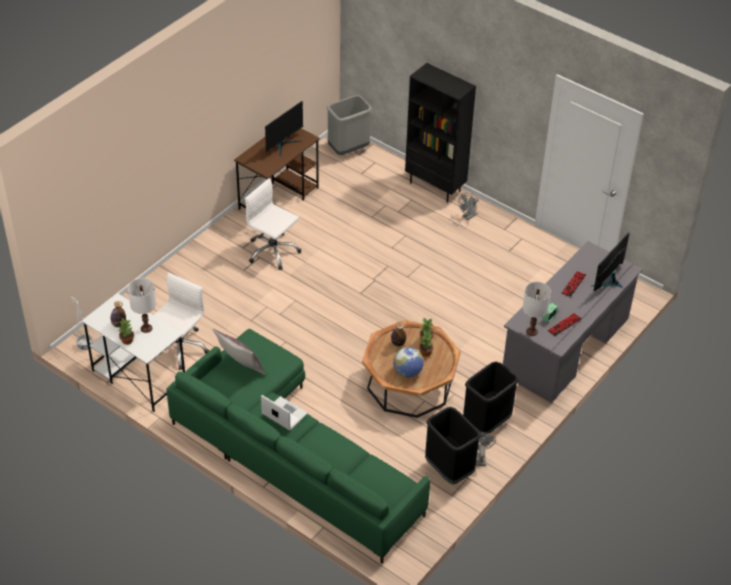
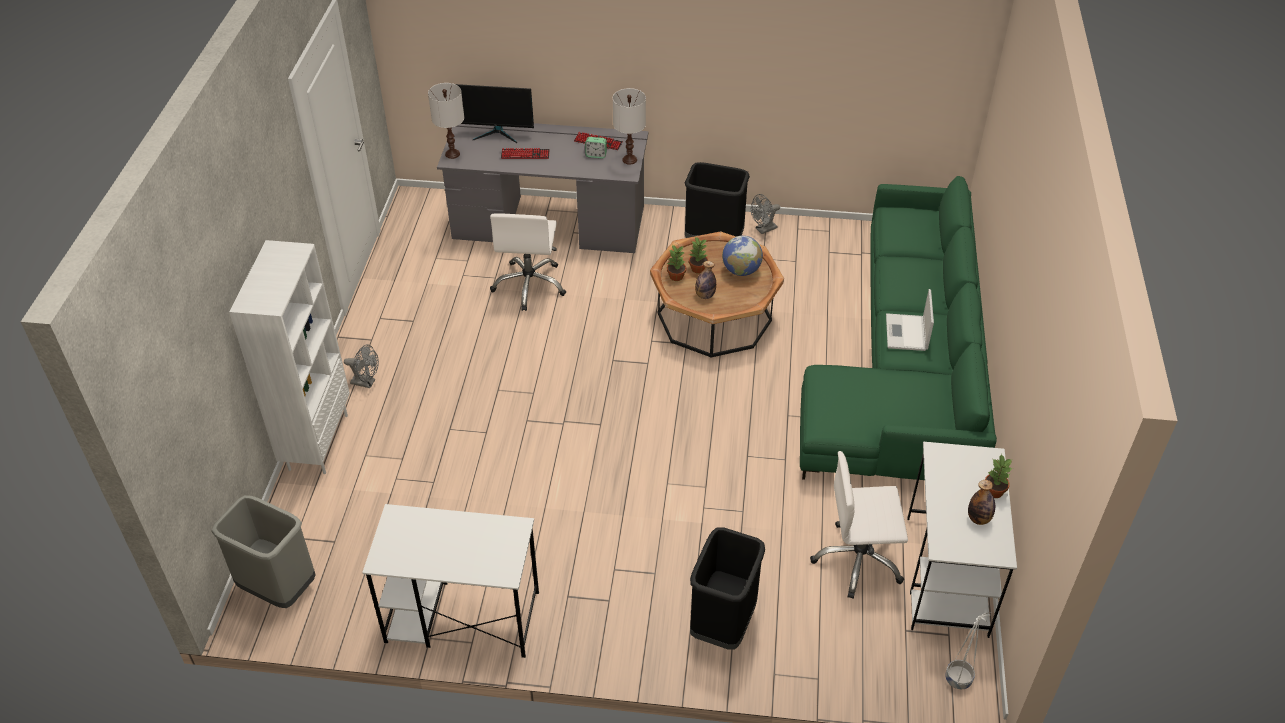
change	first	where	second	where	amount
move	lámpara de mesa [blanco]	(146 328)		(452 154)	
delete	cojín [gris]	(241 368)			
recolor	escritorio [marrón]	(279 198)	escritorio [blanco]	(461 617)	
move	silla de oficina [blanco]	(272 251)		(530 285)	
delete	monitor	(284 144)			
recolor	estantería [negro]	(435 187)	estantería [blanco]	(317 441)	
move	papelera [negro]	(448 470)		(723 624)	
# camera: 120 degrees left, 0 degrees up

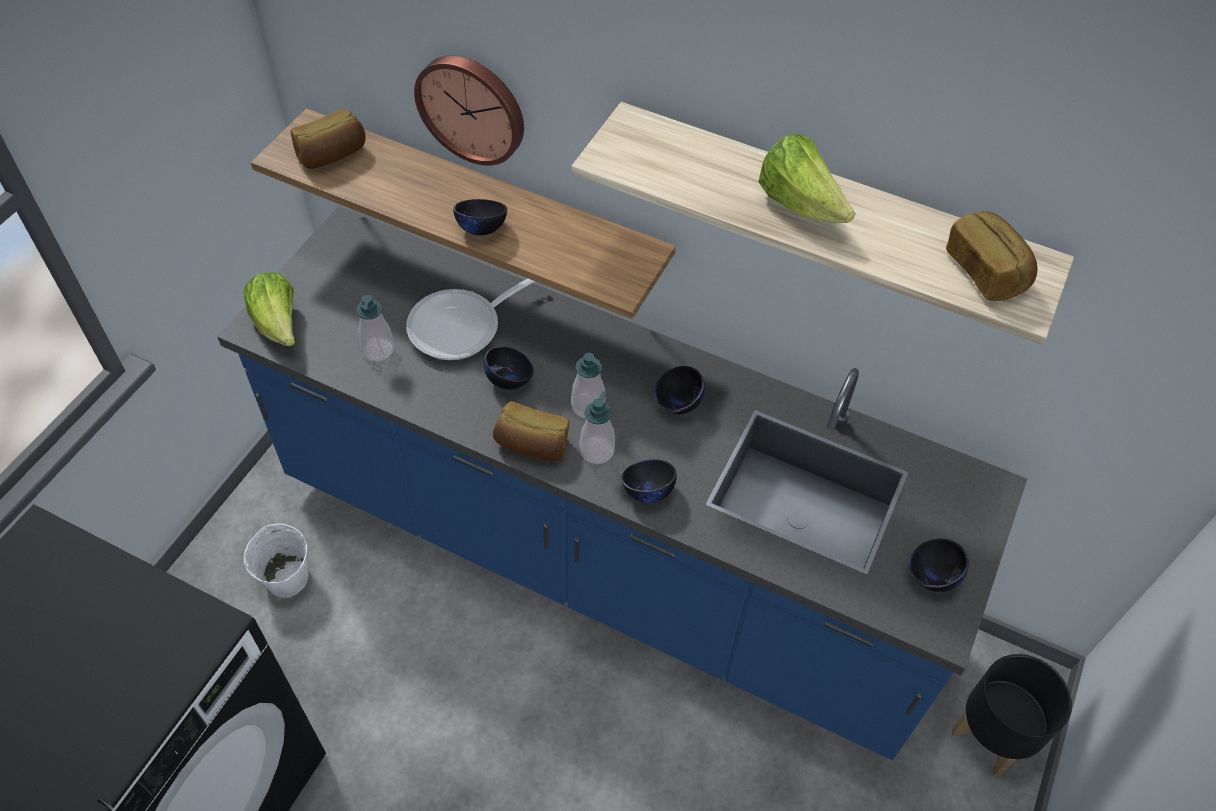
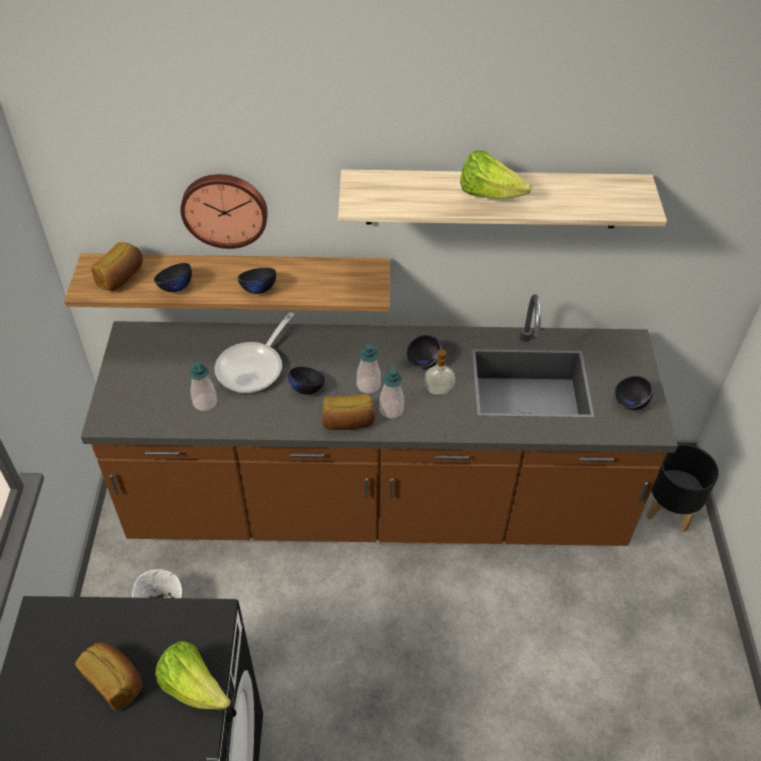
change	first	where	second	where	amount
recolor	mueble bajo de cocina [azul]	(601 558)	mueble bajo de cocina [marrón]	(377 506)	
move	lechuga	(278 325)		(194 687)	
move	cuenco [negro]	(648 490)		(175 287)	
move	pan	(986 271)		(114 680)	
insert			dispensador de jabón	(438 390)	
# camera: 25 degrees left, 5 degrees down

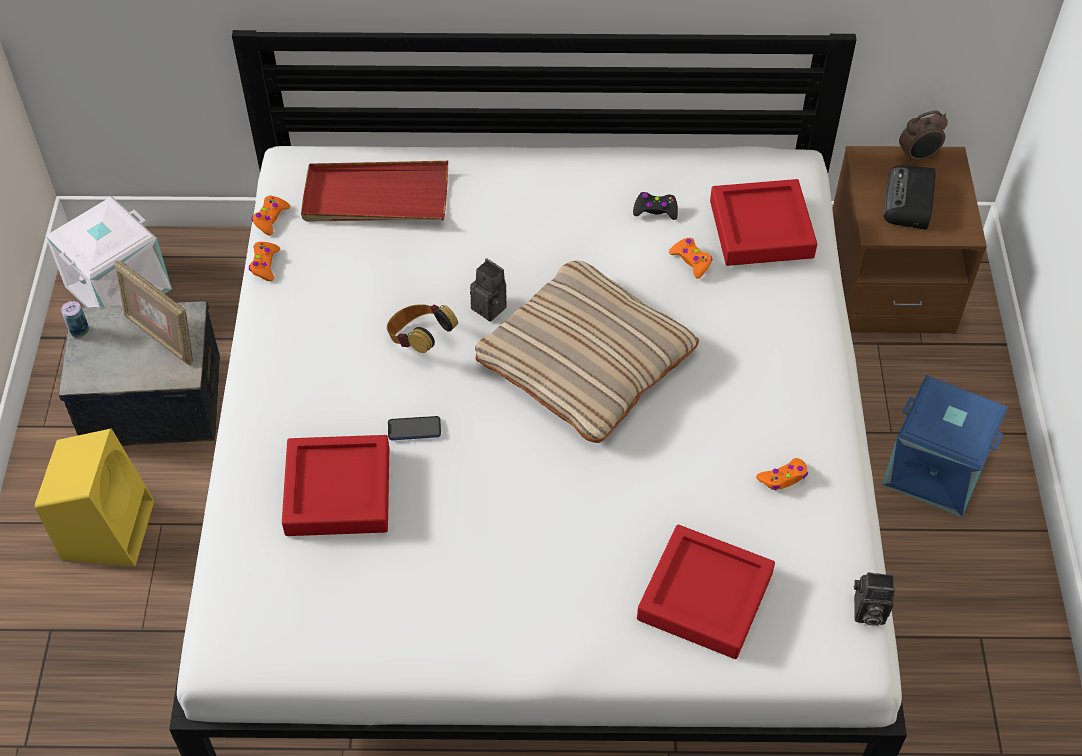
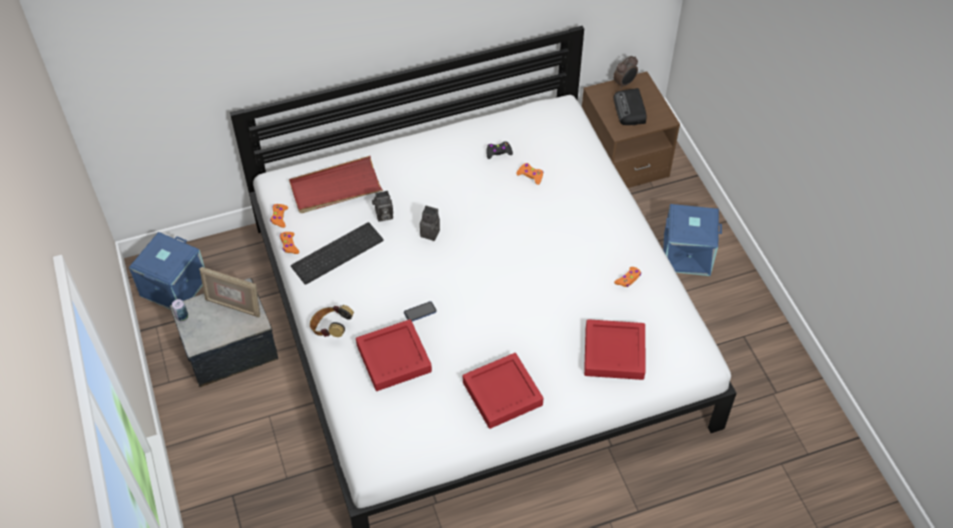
change	first	where	second	where	amount
delete	altavoz [amarillo]	(108 527)			
recolor	caja de almacenaje [blanco]	(118 286)	caja de almacenaje [azul]	(173 286)	
move	auriculares	(420 340)		(331 329)	
delete	cojín [beis]	(585 359)			
move	bandeja [rojo]	(761 229)		(502 394)	
move	cámara	(867 612)		(383 216)	
insert			teclado	(337 251)	
# camera: 20 degrees left, 0 degrees up

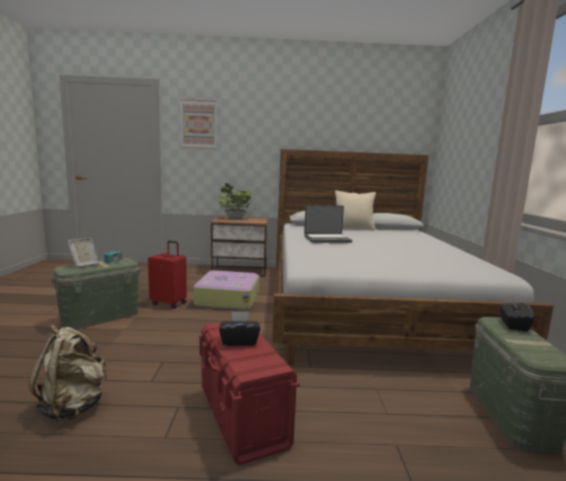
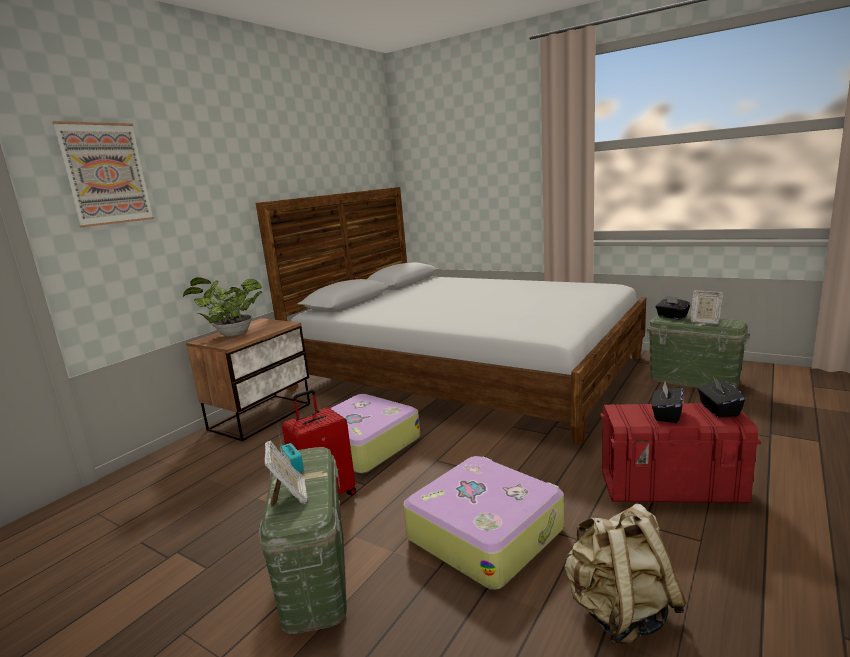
change	first	where	second	where	amount
delete	portátil	(327 239)			
delete	cojín [beis]	(353 228)			
insert			maleta	(485 532)	
insert			portarretratos	(704 322)	
insert			caja de pañuelos [negro]	(718 410)	
# camera: 55 degrees left, 5 degrees up

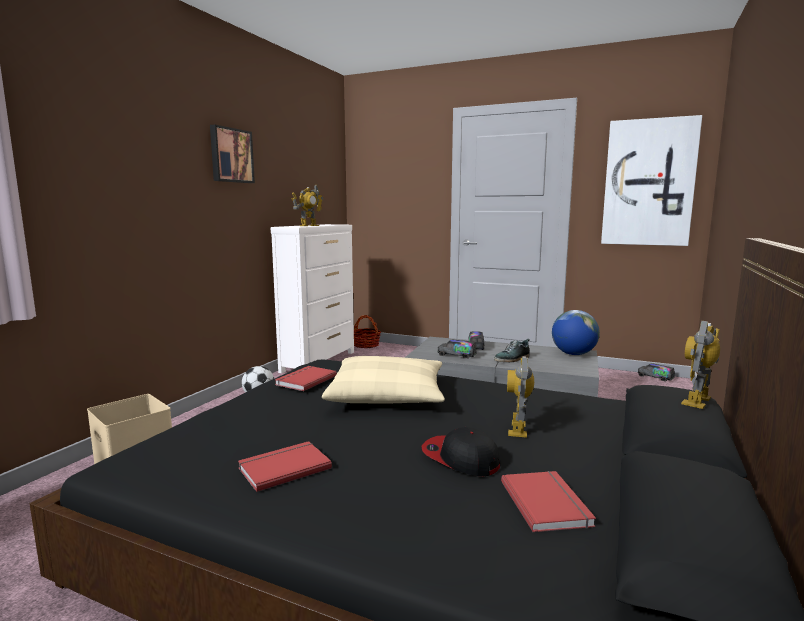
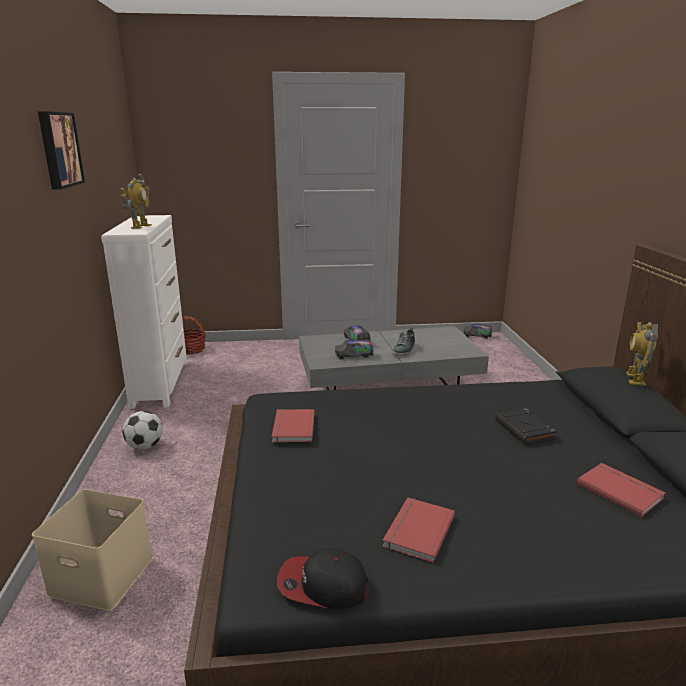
change	first	where	second	where	amount
delete	cojín [beis]	(387 395)			
move	gorra	(460 458)		(322 585)	
replace	robot de juguete	(518 429)	libro [negro]	(525 430)	
delete	globo terráqueo	(573 354)			
delete	cuadro	(648 183)			
# camera: 30 degrees left, 10 degrees up

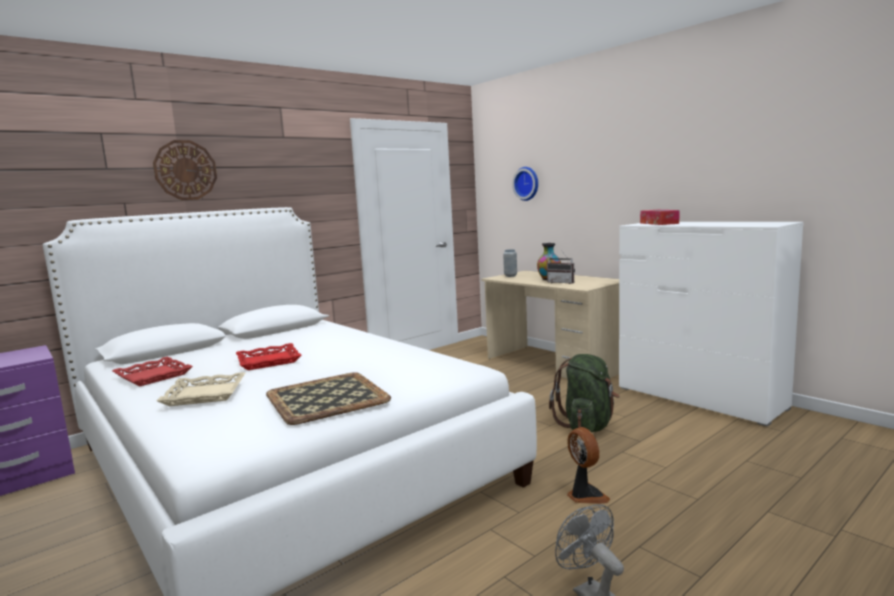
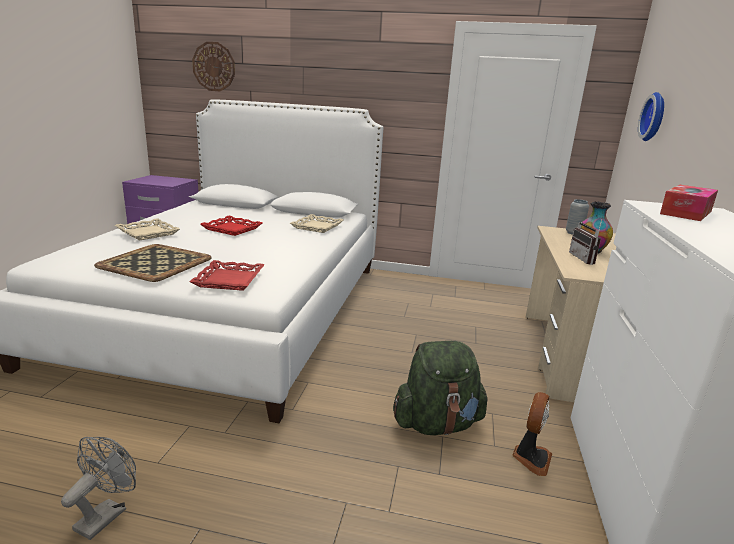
change	first	where	second	where	amount
move	bandeja [rojo]	(154 376)		(230 280)	
move	reloj de pared	(185 170)		(214 66)	
move	ventilador	(585 495)		(531 458)	
insert			bandeja [beis]	(317 227)	
# camera: 50 degrees right, 10 degrees up

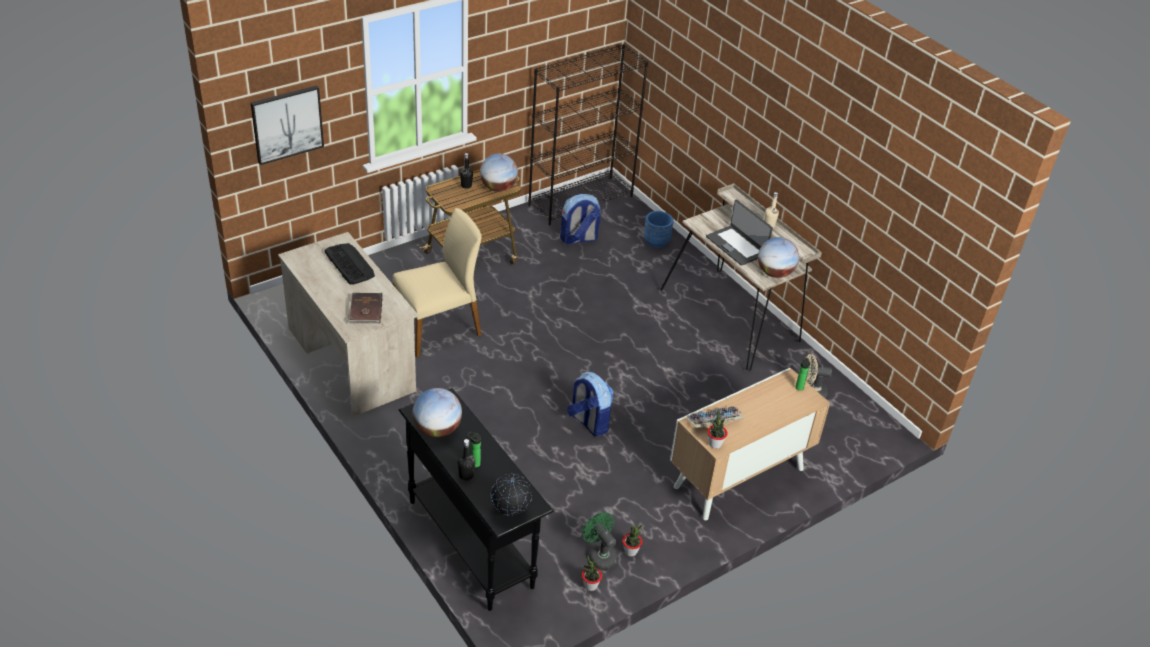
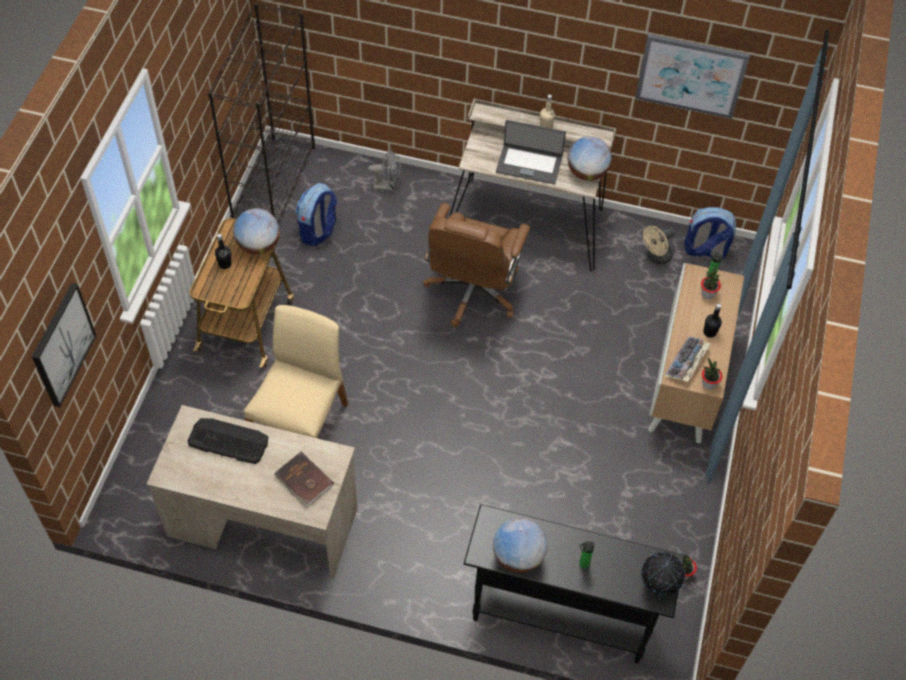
change	first	where	second	where	amount
move	botella [negro]	(466 475)		(709 332)	
move	mochila	(588 422)		(705 250)	
delete	ventilador [verde]	(599 556)			
move	planta en maceta	(631 551)		(707 294)	
replace	maceta [azul]	(656 242)	ventilador [gris]	(387 186)	
insert			silla de oficina [marrón]	(472 292)	
insert			cuadro	(691 76)	
# camera: 40 degrees left, 15 degrees up

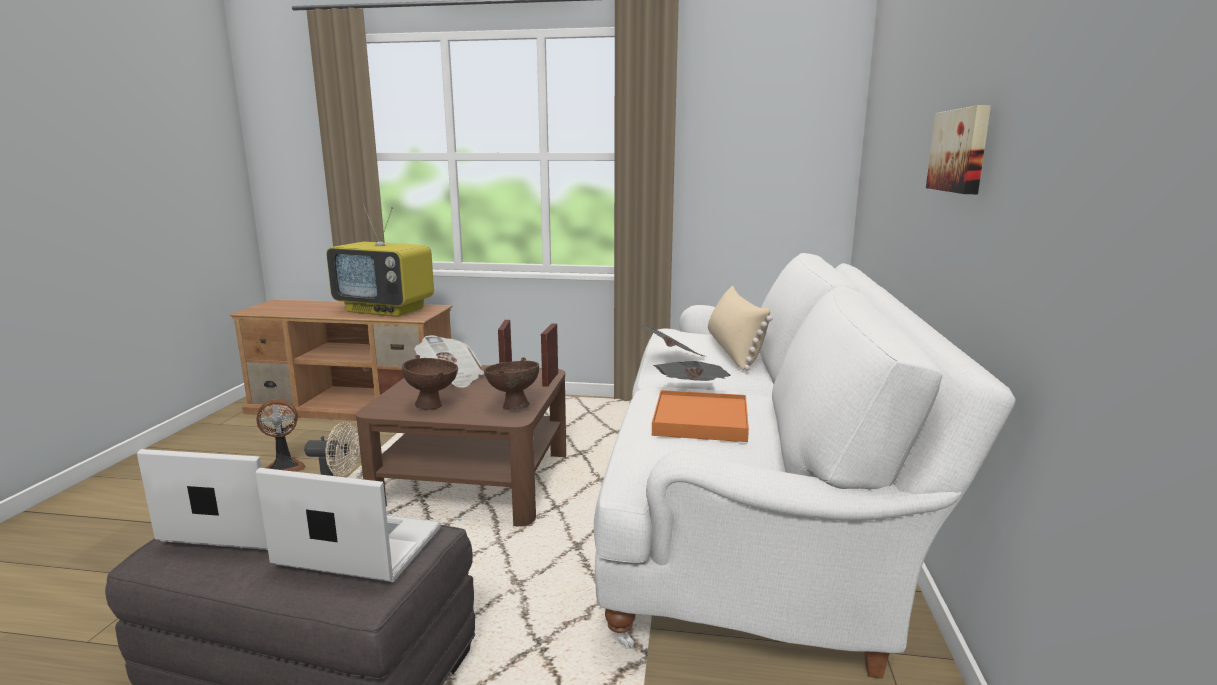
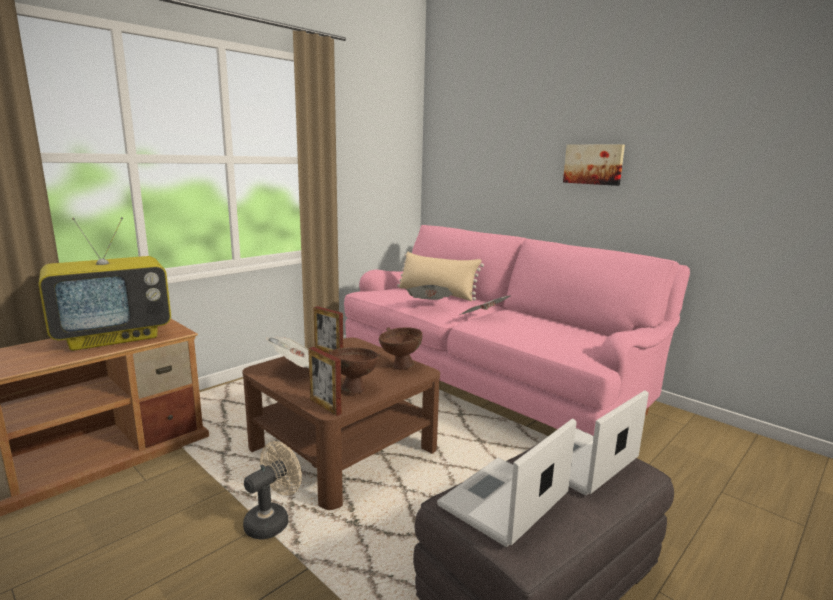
change	first	where	second	where	amount
delete	ventilador	(284 466)			
move	portarretratos	(550 379)		(325 406)	
recolor	sofá [blanco]	(751 507)	sofá [rosa]	(492 382)	
delete	bandeja [naranja]	(700 420)			
# camera: 55 degrees left, 0 degrees up

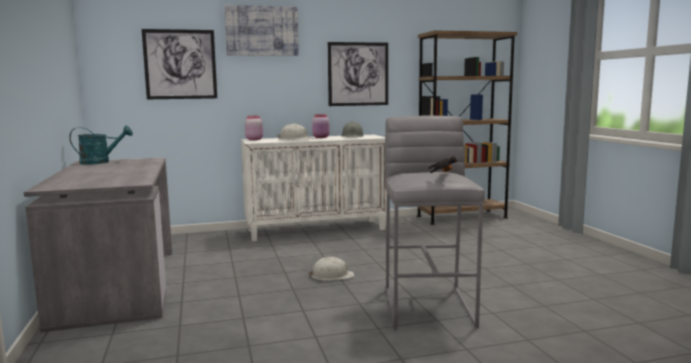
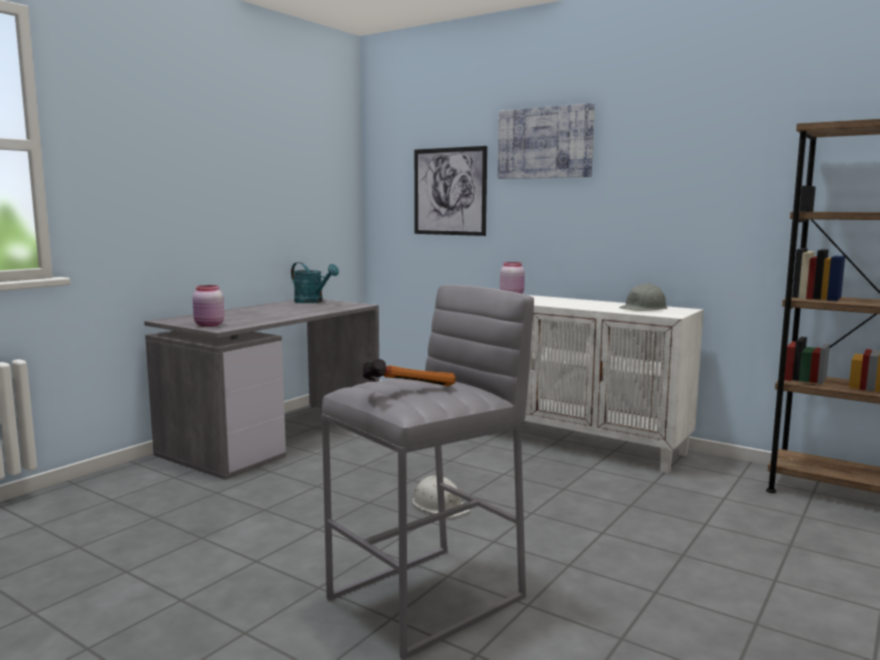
change	first	where	second	where	amount
delete	casco [blanco]	(295 139)			
move	tarro [rosa]	(321 137)		(209 325)	
delete	cuadro	(358 74)			
# camera: 50 degrees right, 0 degrees up

